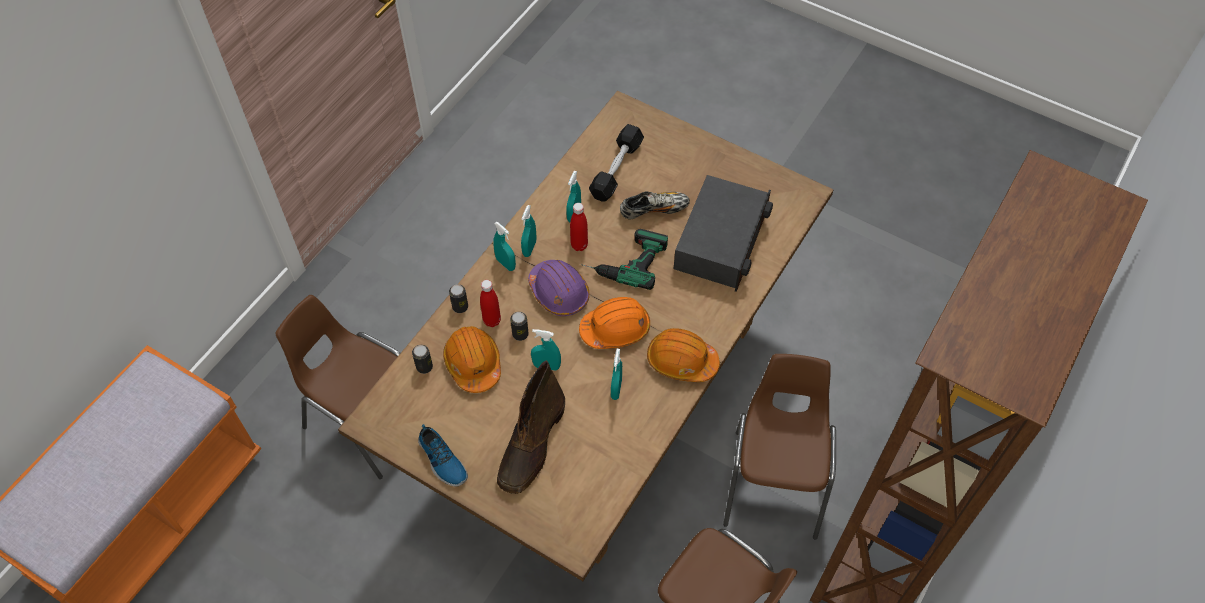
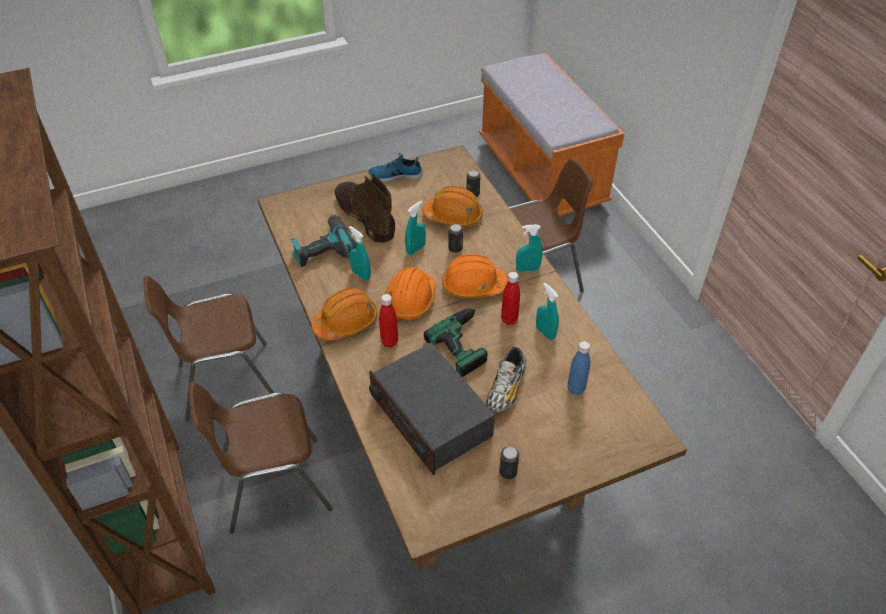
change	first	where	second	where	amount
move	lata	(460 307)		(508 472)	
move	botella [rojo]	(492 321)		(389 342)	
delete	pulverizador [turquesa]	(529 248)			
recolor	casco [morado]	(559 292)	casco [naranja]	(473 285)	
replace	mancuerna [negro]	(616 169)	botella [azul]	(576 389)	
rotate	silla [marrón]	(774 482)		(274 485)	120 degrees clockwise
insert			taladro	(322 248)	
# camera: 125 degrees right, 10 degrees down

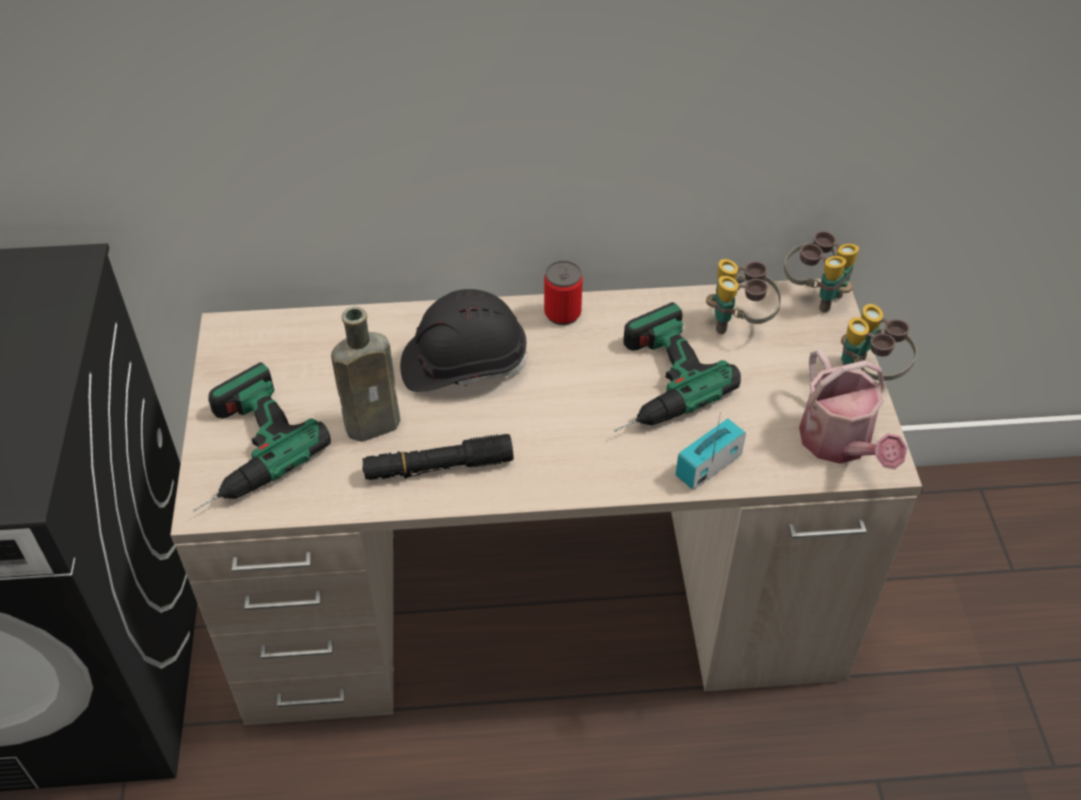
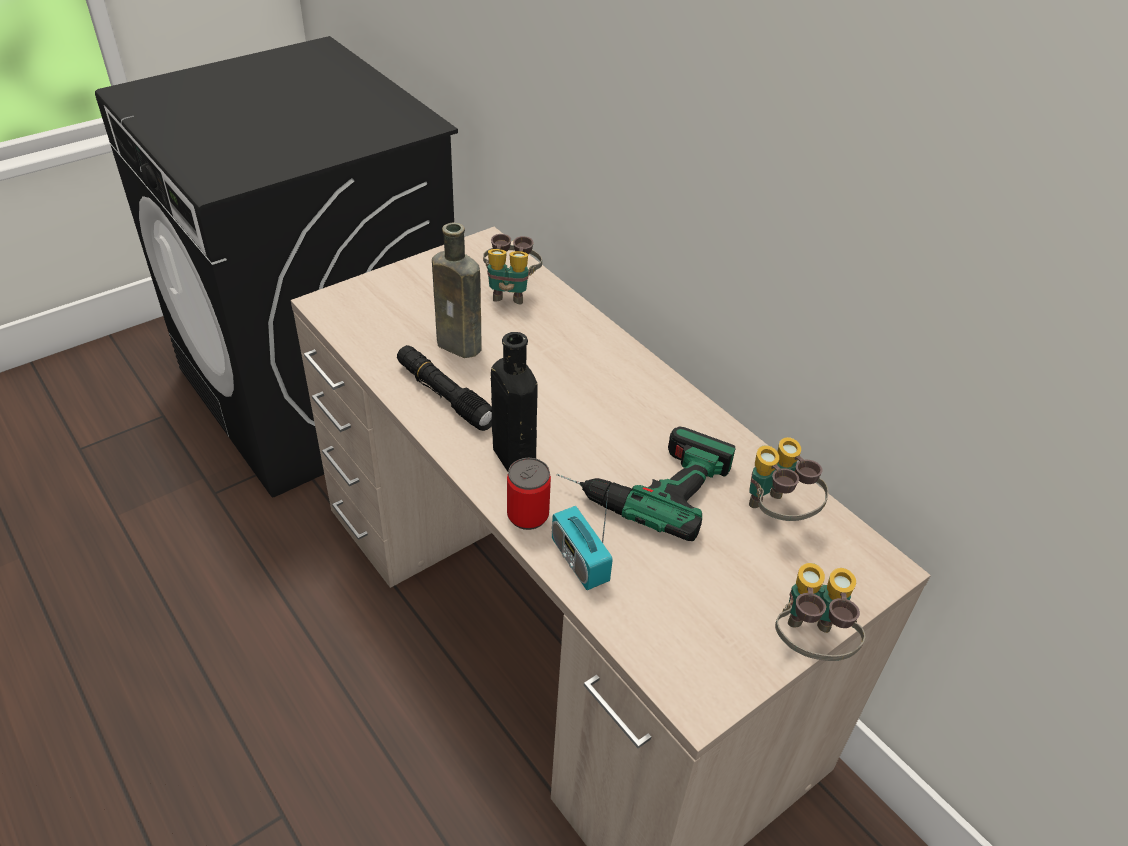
change	first	where	second	where	amount
delete	taladro	(238 451)			
delete	casco [negro]	(463 364)			
move	lata	(562 313)		(528 515)	
rotate	radio	(708 466)		(579 560)	135 degrees counterclockwise
move	prismáticos	(815 294)		(510 292)	
delete	regadera	(840 444)			
insert			botella [negro]	(512 455)	
# camera: 55 degrees right, 5 degrees down

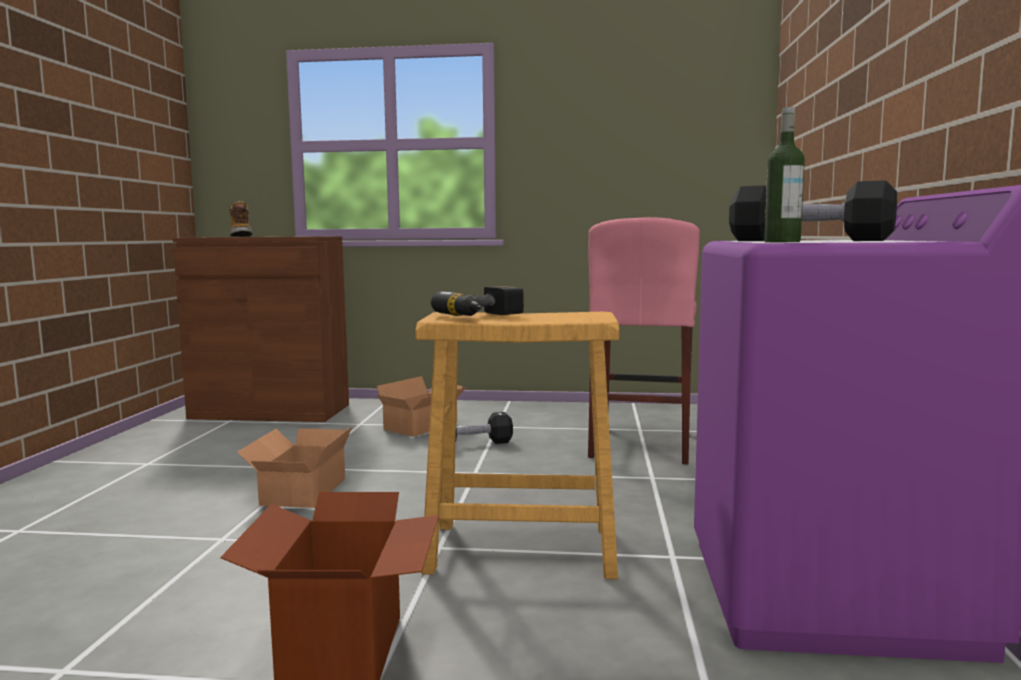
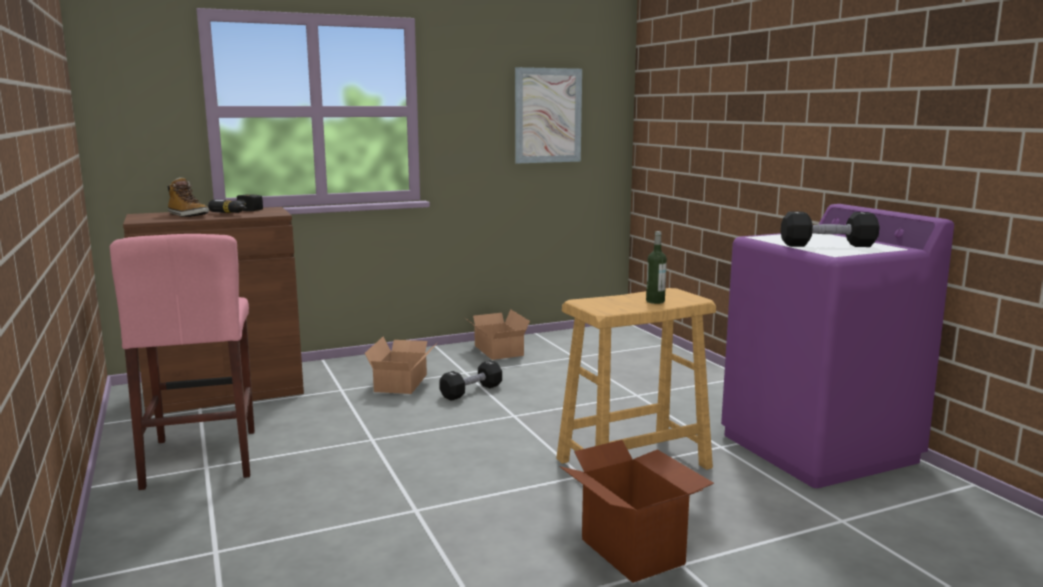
change	first	where	second	where	amount
move	caja de cartón	(299 492)		(497 351)	
move	taladro	(484 316)		(242 212)	
move	taburete [rosa]	(641 444)		(201 458)	
move	botella	(782 242)		(655 301)	
insert			cuadro	(548 115)	
# camera: 30 degrees left, 5 degrees up

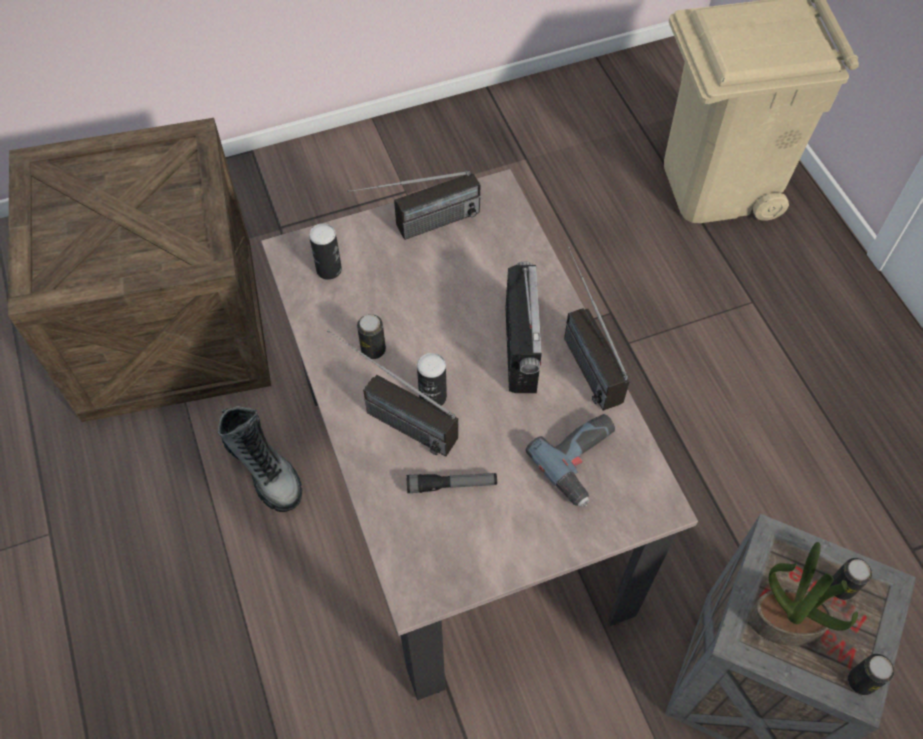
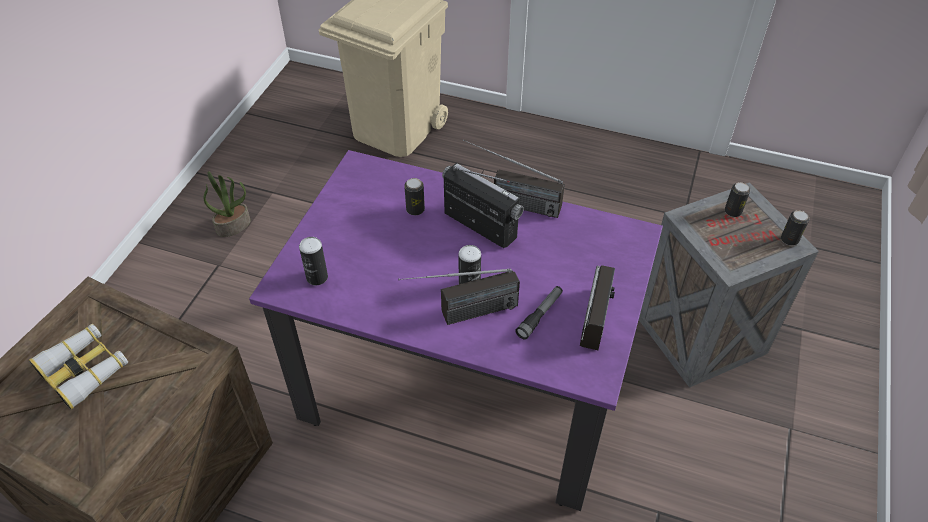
change	first	where	second	where	amount
delete	bota	(264 469)			
recolor	mesa de comedor [beis]	(461 493)	mesa de comedor [morado]	(464 388)	
move	radio	(418 228)		(594 335)	
move	lata	(373 349)		(415 209)	
delete	taladro	(583 461)			
move	planta en maceta	(785 621)		(233 225)	
insert			prismáticos	(84 370)	
# camera: 50 degrees left, 10 degrees down

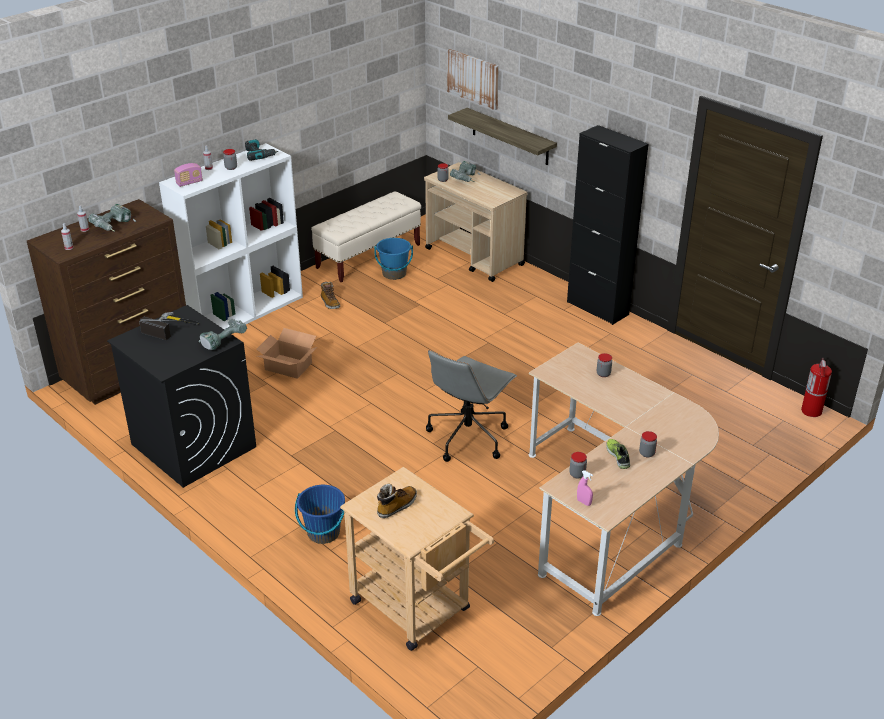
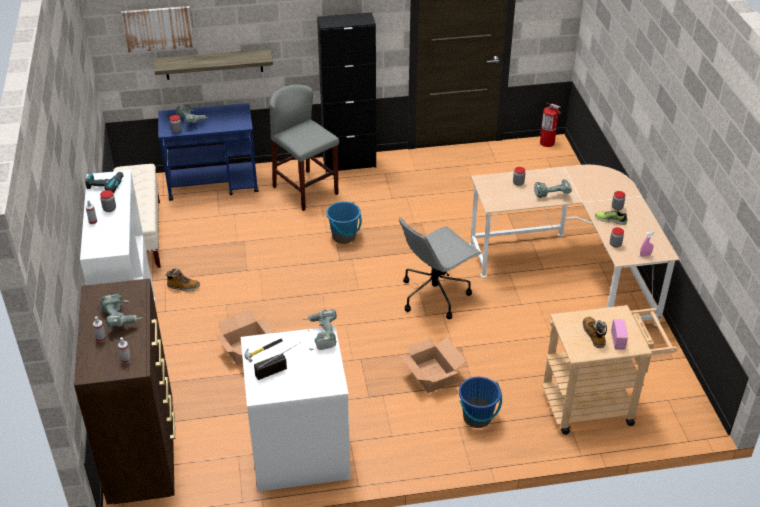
change	first	where	second	where	amount
recolor	lavadora [negro]	(192 445)	lavadora [blanco]	(298 451)	
move	radio	(189 183)		(618 340)	
move	cubo [azul]	(394 274)		(344 236)	
recolor	carrito [beis]	(474 257)	carrito [azul]	(213 184)	
rotate	silla de oficina [gris]	(468 437)		(435 294)	75 degrees clockwise
insert			taburete [gris]	(305 190)	
insert			caja de cartón	(431 376)	
insert			taladro	(551 193)	
# camera: 55 degrees left, 5 degrees up

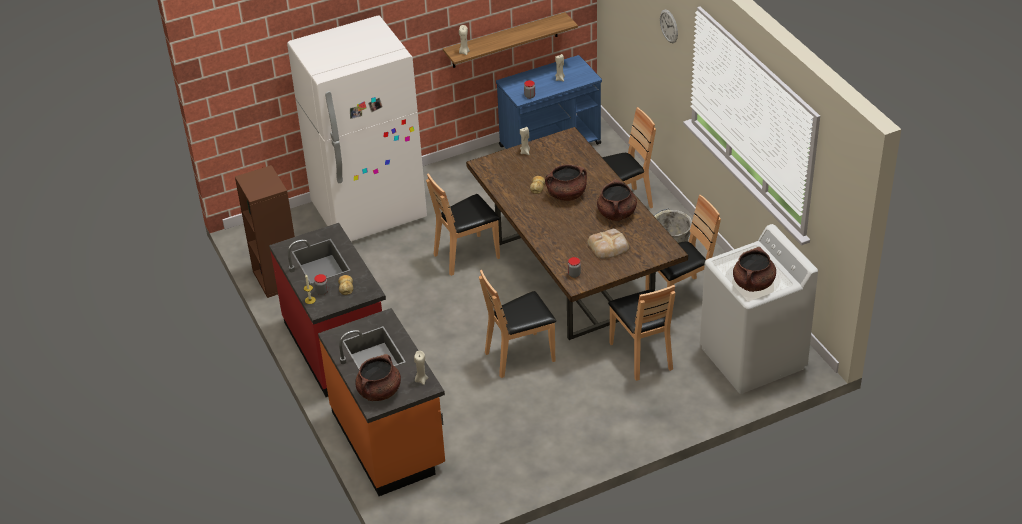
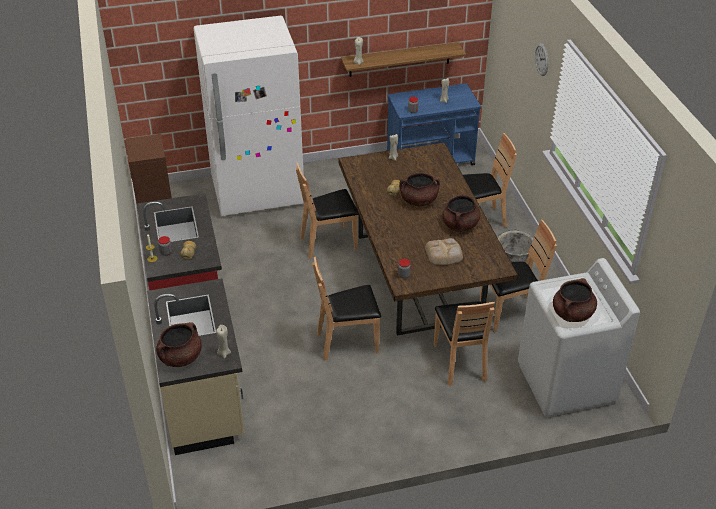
change	first	where	second	where	amount
recolor	mueble bajo de cocina [naranja]	(389 440)	mueble bajo de cocina [beis]	(204 401)	
# camera: 10 degrees right, 0 degrees up

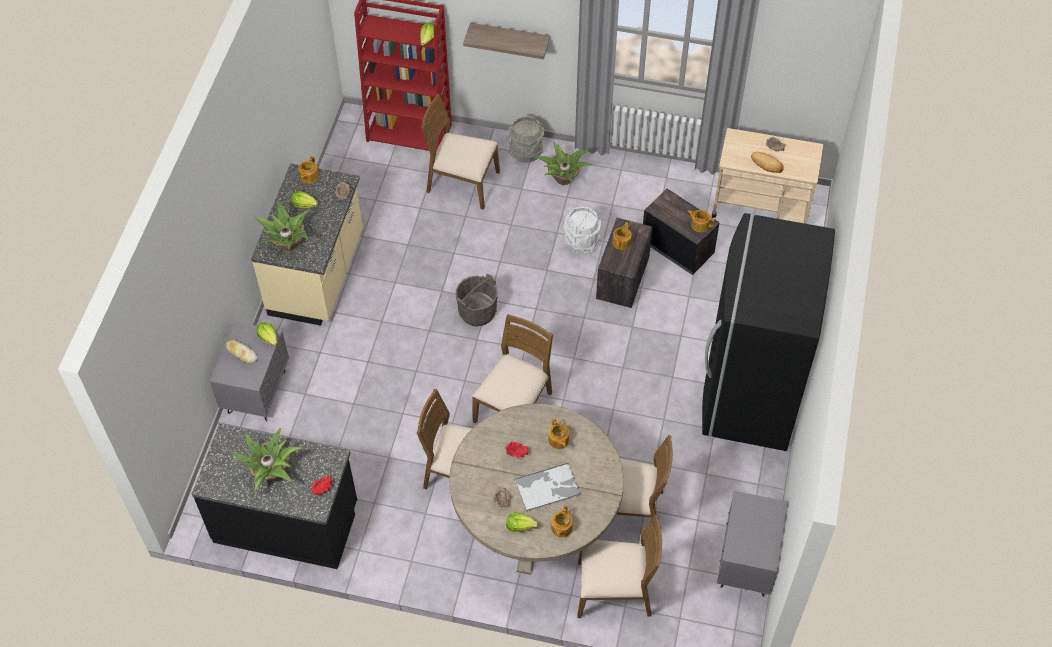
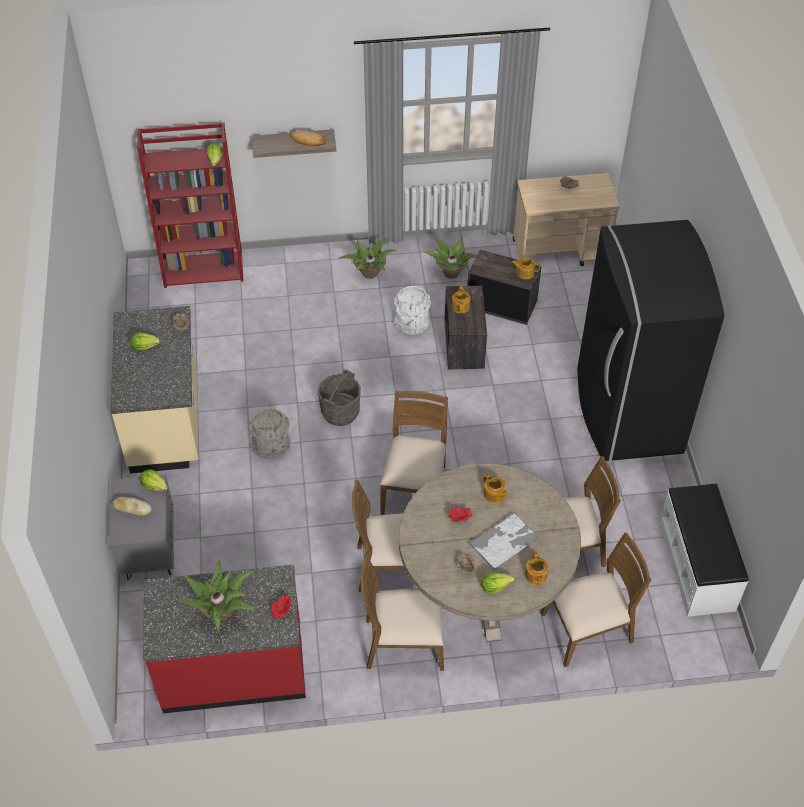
change	first	where	second	where	amount
recolor	mueble bajo de cocina [negro]	(286 522)	mueble bajo de cocina [rojo]	(233 668)	
move	planta en maceta	(288 244)		(450 272)	
delete	tetera	(308 177)			
move	silla [marrón]	(462 182)		(403 642)	
move	cubo [gris]	(526 152)		(272 447)	
replace	mesita de noche [gris]	(746 564)	banco [blanco]	(697 565)	
move	pan	(767 164)		(308 140)	
# camera: 20 degrees left, 5 degrees down

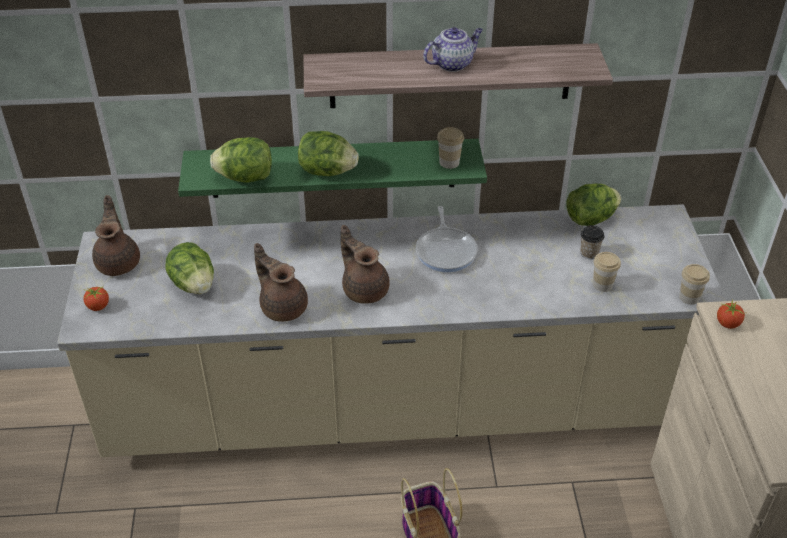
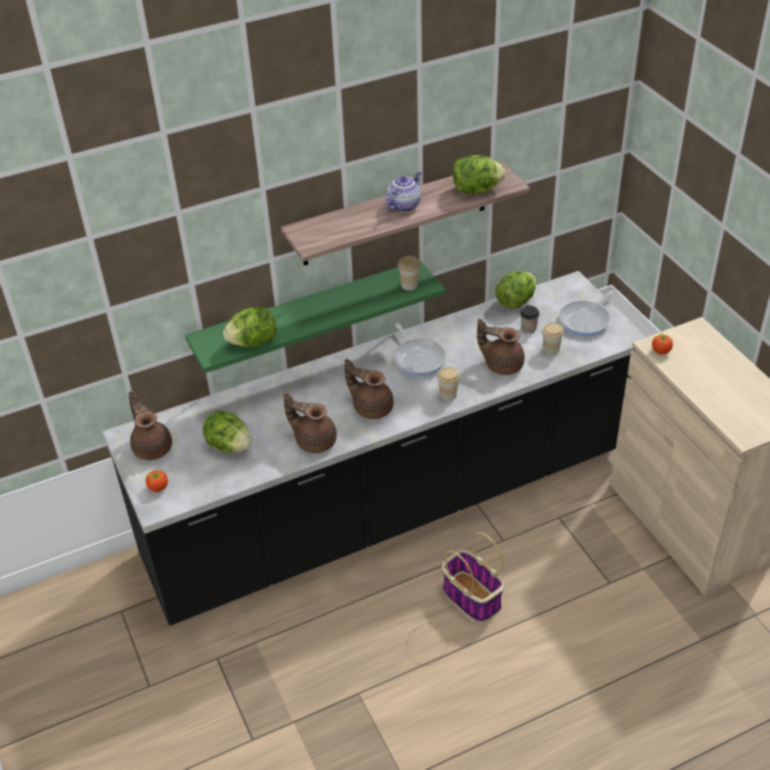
change	first	where	second	where	amount
recolor	mueble bajo de cocina [beis]	(393 406)	mueble bajo de cocina [negro]	(390 505)	
move	lechuga	(327 171)		(476 190)	
move	taza	(689 297)		(448 395)	
insert			tetera [marrón]	(502 364)	
insert			sartén	(586 320)	
# camera: 20 degrees left, 0 degrees up

